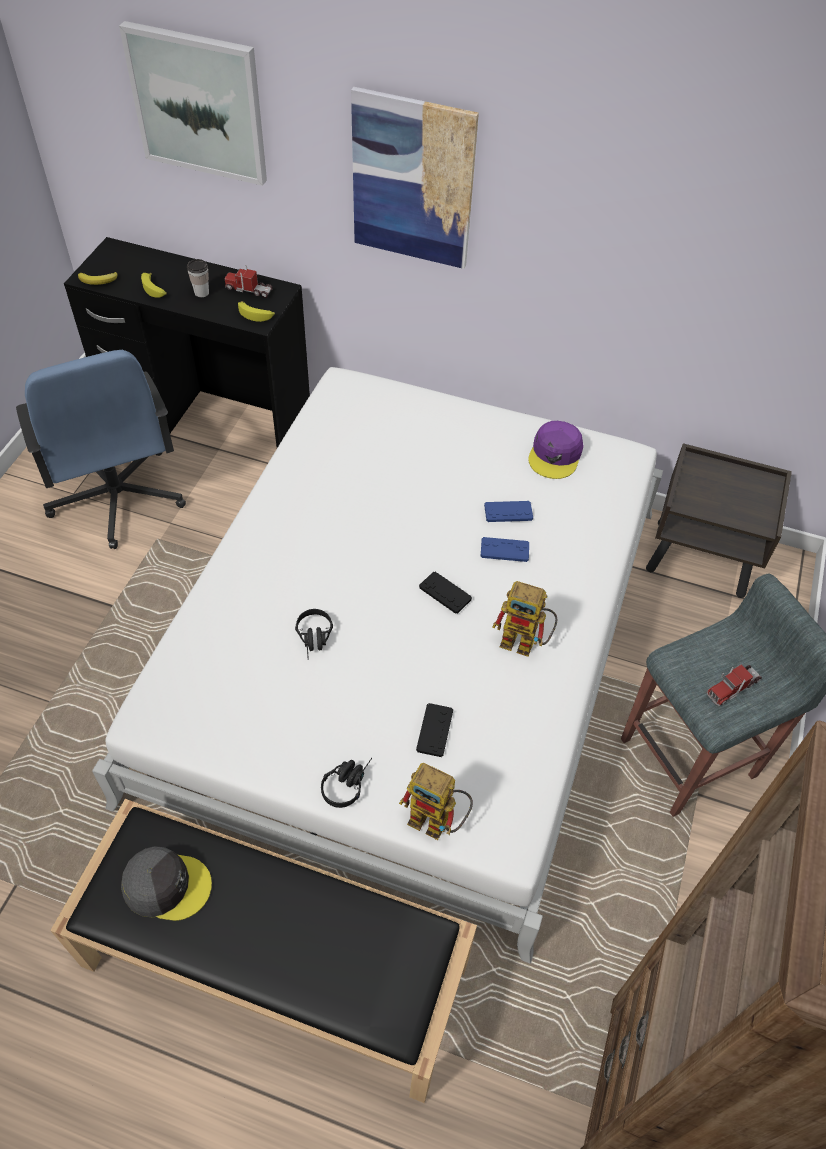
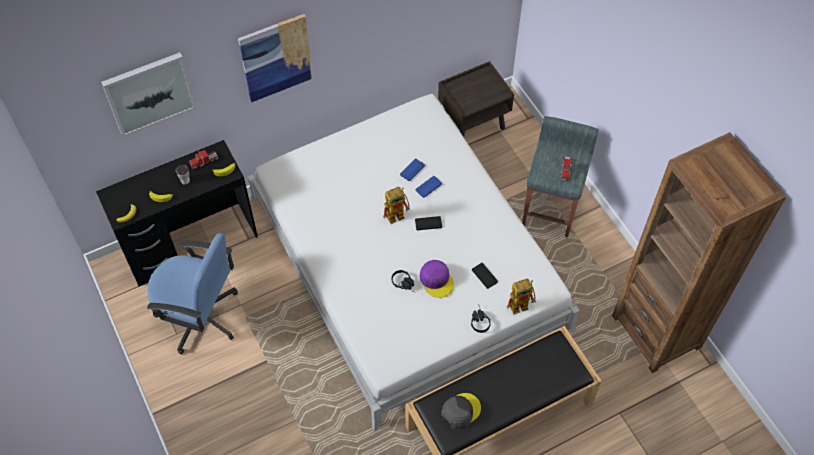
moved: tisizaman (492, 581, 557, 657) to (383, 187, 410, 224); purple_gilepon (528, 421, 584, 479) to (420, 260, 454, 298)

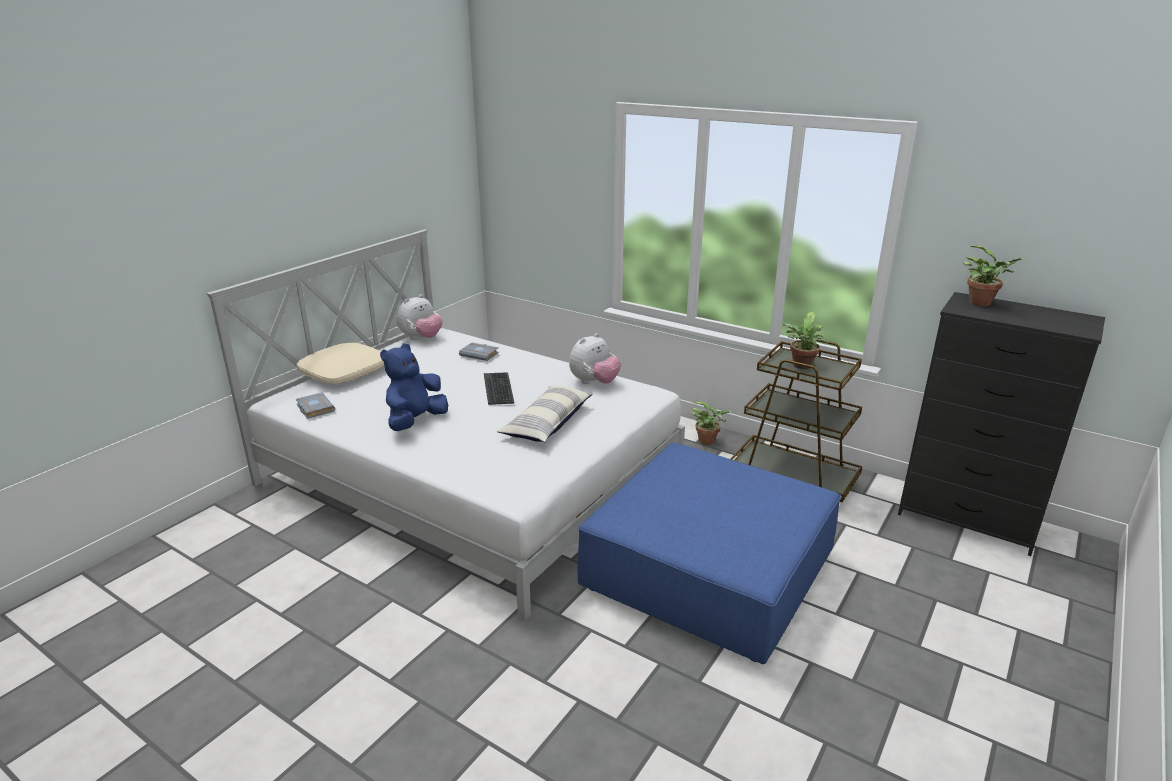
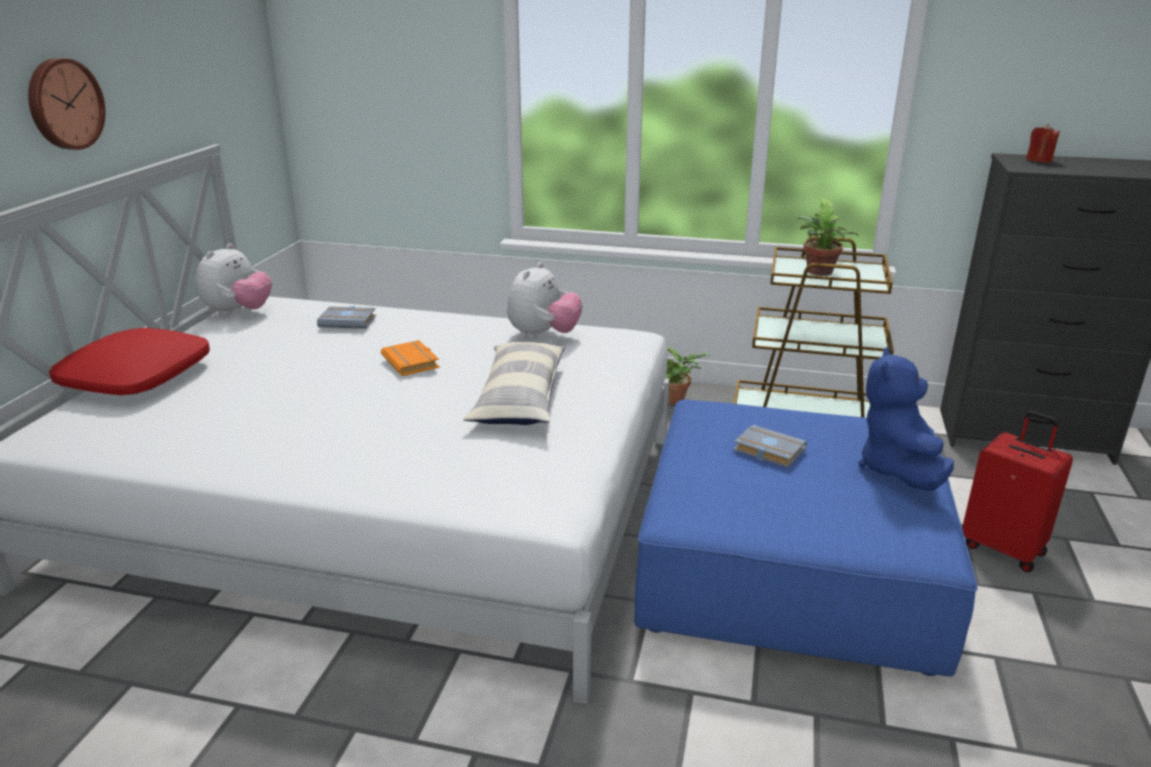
added: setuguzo (28, 58, 106, 150); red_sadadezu (962, 411, 1073, 572)
moved: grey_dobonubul (296, 392, 335, 419) to (733, 424, 807, 468); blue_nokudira (380, 343, 448, 431) to (858, 347, 954, 491)
replaced: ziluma (484, 372, 514, 405) to orange_dobonubul (381, 340, 440, 376); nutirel (963, 245, 1026, 306) to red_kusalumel (1026, 124, 1060, 163)
recoloured: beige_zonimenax (297, 343, 384, 384) to red_zonimenax (49, 328, 210, 395)

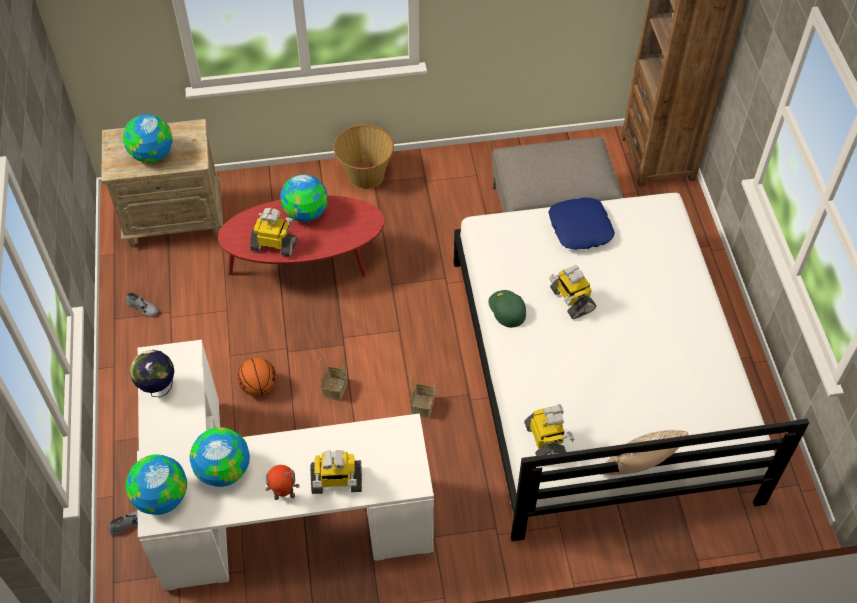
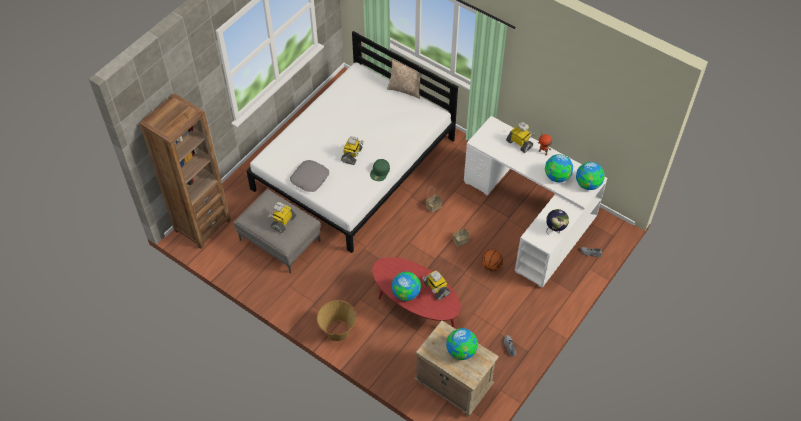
moved: tisizaman (524, 404, 574, 456) to (268, 202, 296, 233)
recoloured: blue_zonimenax (548, 197, 615, 250) to grey_zonimenax (290, 160, 329, 192)

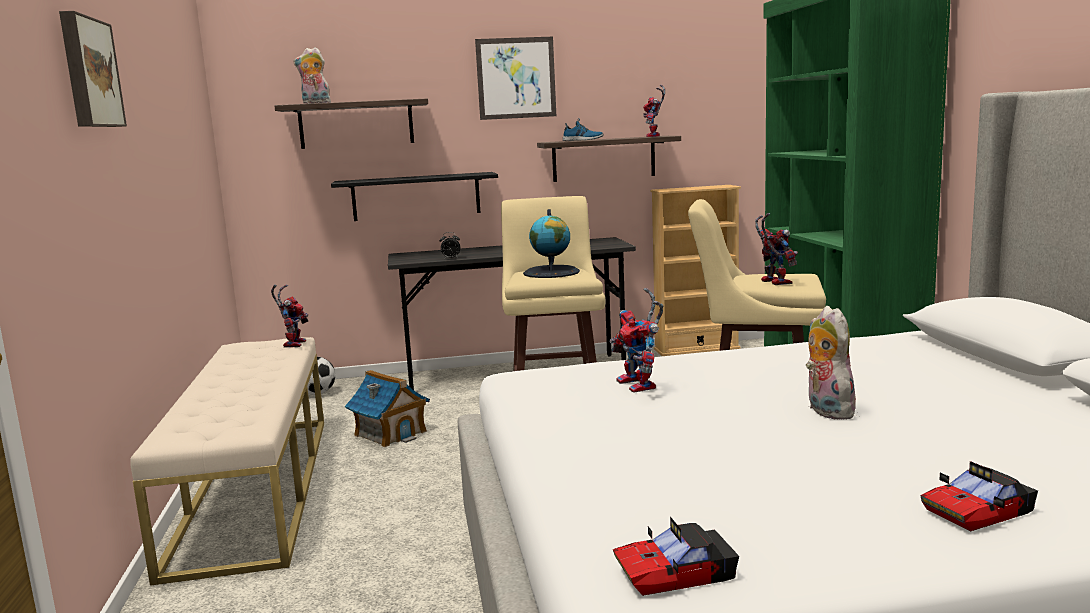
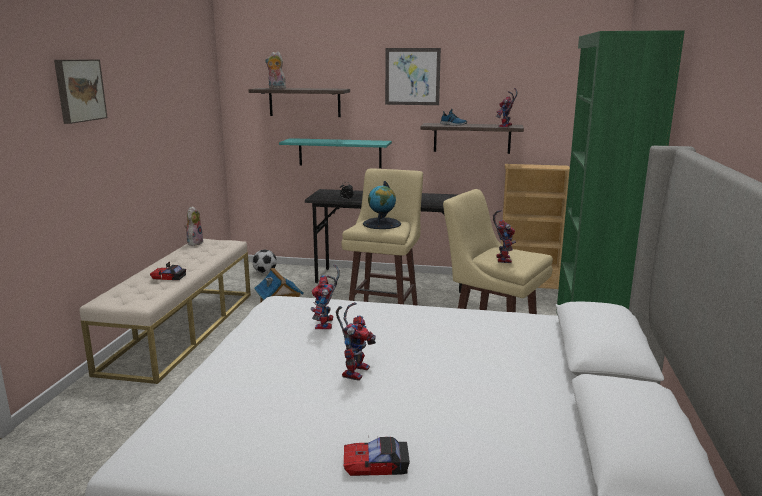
moved: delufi (613, 517, 739, 596) to (150, 262, 186, 280); nokudira (806, 306, 856, 420) to (185, 206, 203, 246); tisizaman (271, 284, 309, 348) to (336, 302, 376, 381)
recoloured: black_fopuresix (331, 172, 498, 221) to turquoise_fopuresix (279, 138, 392, 168)

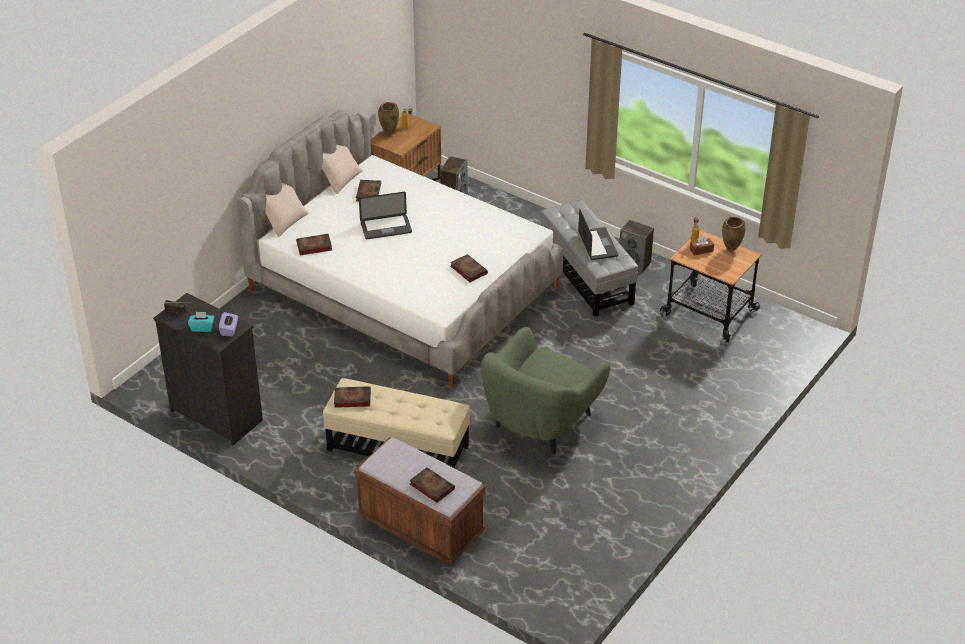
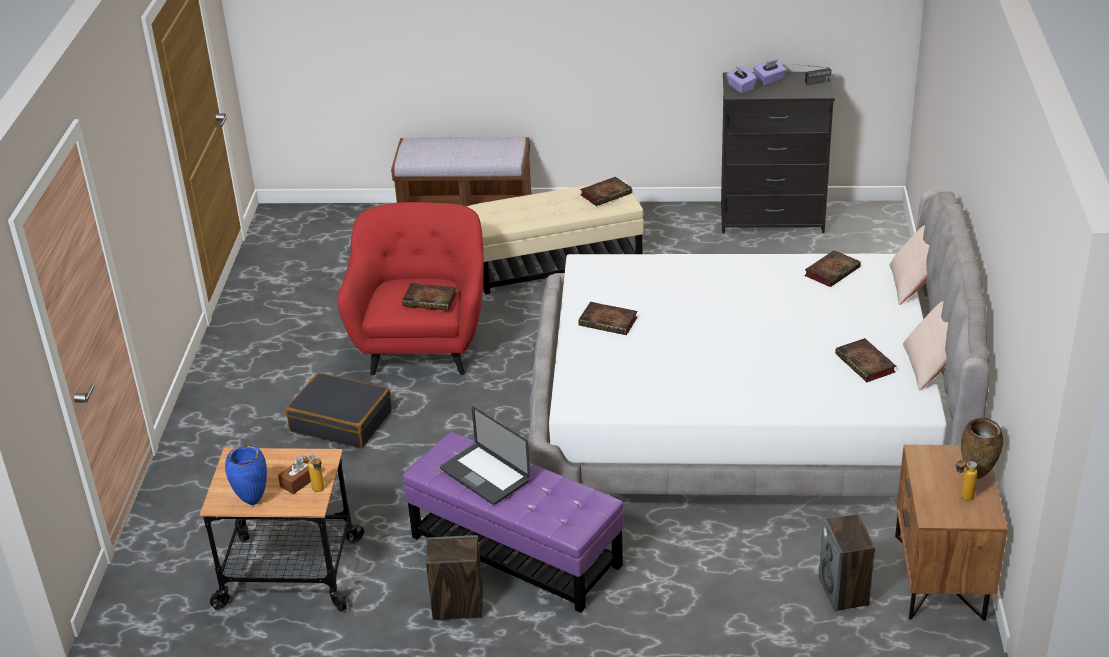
removed: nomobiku (359, 192, 412, 239)
added: black_sadadezu (286, 373, 392, 448)
moved: dobonubul (409, 467, 455, 503) to (402, 283, 457, 311)
recoloured: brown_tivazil (722, 217, 745, 251) to blue_tivazil (225, 445, 267, 505); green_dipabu (481, 327, 611, 454) to red_dipabu (337, 202, 484, 376); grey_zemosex (541, 200, 638, 316) to purple_zemosex (403, 432, 624, 613); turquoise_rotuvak (188, 312, 214, 332) to purple_rotuvak (753, 60, 787, 86)

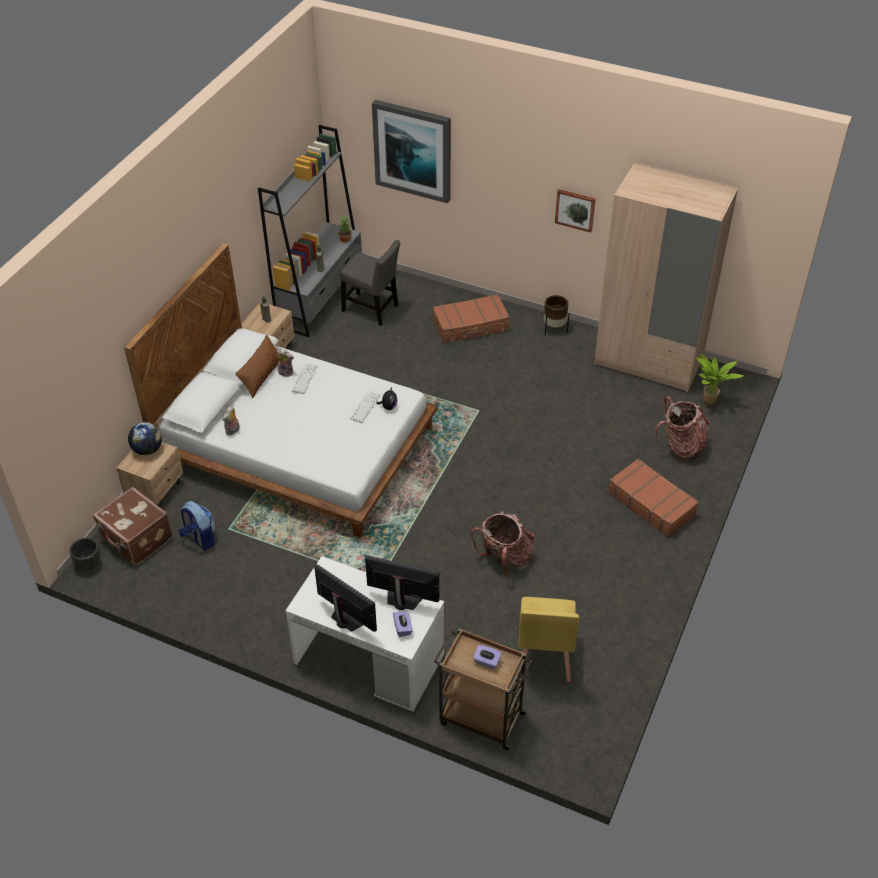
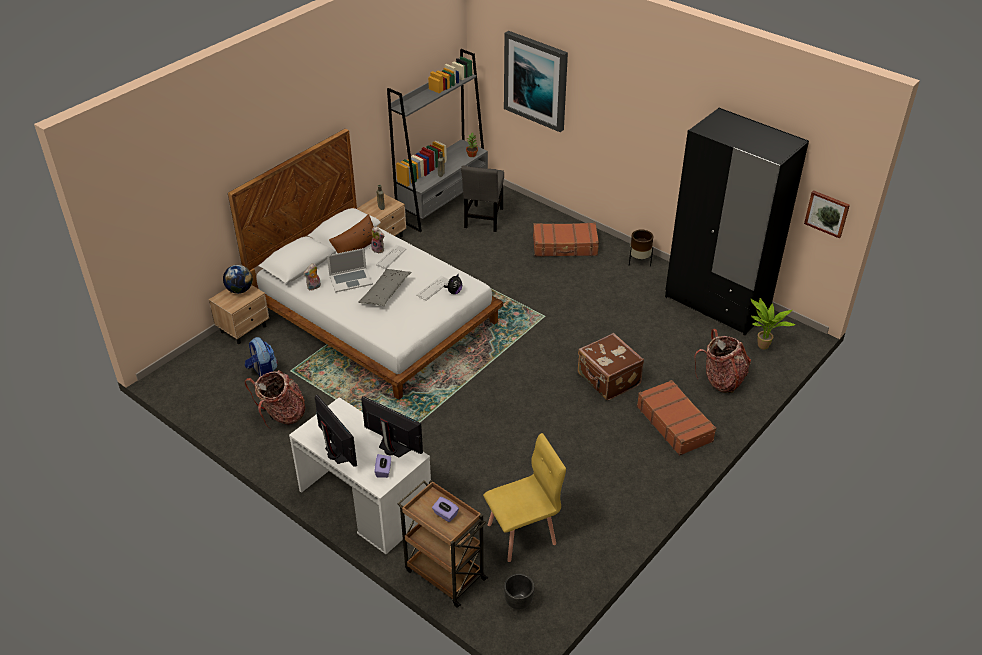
added: nomobiku (327, 248, 373, 292); grey_zonimenax (358, 269, 412, 306)
moved: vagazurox (471, 511, 534, 576) to (245, 370, 305, 430); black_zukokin (69, 538, 100, 570) to (504, 573, 534, 610); brown_sadadezu (93, 487, 173, 565) to (578, 333, 644, 400); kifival (555, 189, 596, 232) to (804, 190, 850, 238)
recoloured: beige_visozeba (594, 162, 738, 393) to black_visozeba (665, 107, 809, 336)
turned: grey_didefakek (340, 240, 400, 326) = (461, 166, 504, 232) 60 degrees clockwise; yellow_didefakek (517, 597, 579, 682) = (483, 433, 566, 562) 135 degrees counterclockwise

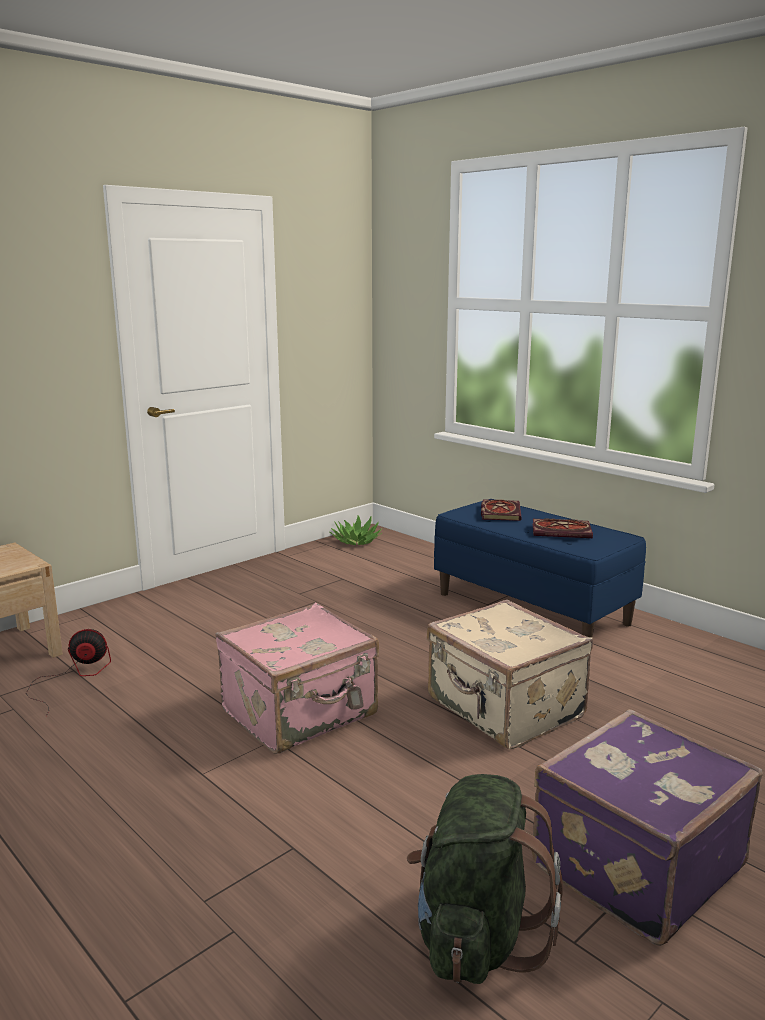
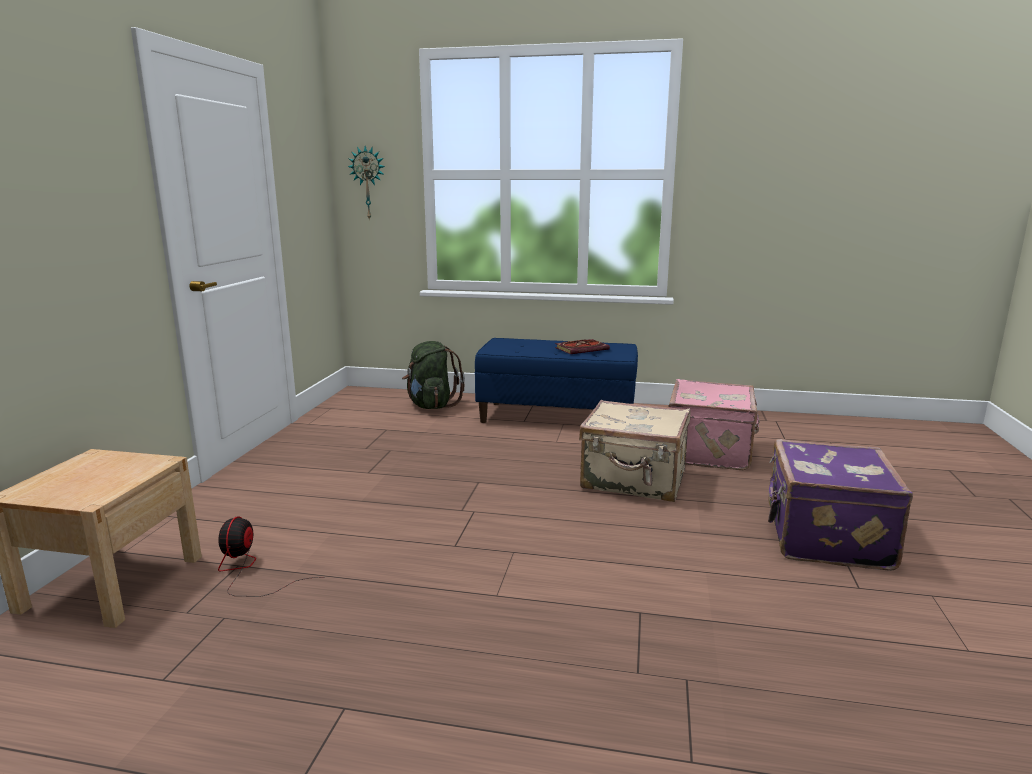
removed: nutirel (330, 515, 382, 545); dobonubul (481, 499, 522, 521)
added: setuguzo (348, 146, 385, 221)
moved: green_vagazurox (407, 774, 562, 984) to (402, 341, 465, 409); pink_sadadezu (215, 603, 379, 754) to (669, 379, 760, 470)
turned: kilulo (26, 629, 111, 716) = (218, 516, 325, 597) 45 degrees counterclockwise

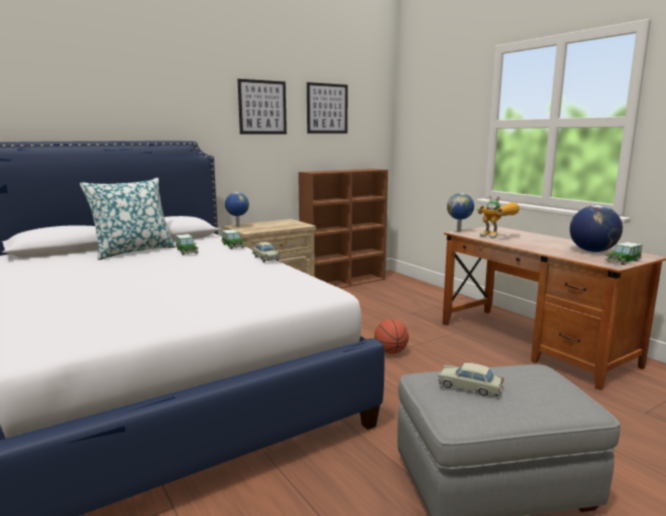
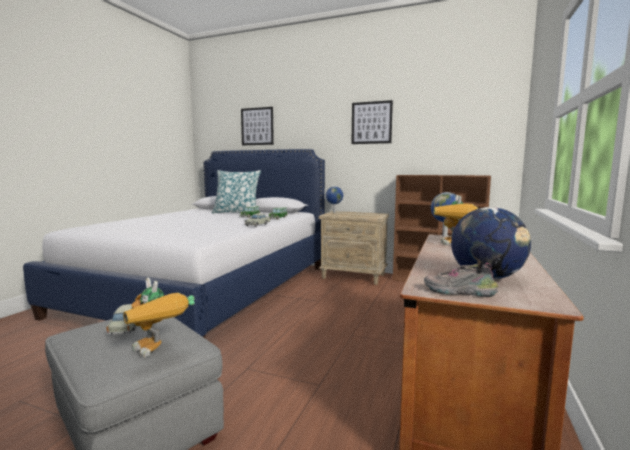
removed: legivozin (374, 319, 409, 354)
added: tisizaman (123, 278, 195, 358)
moved: kifival (307, 82, 348, 133) to (241, 107, 274, 145)
replaced: delufi (605, 242, 643, 265) to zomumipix (424, 263, 499, 297)

